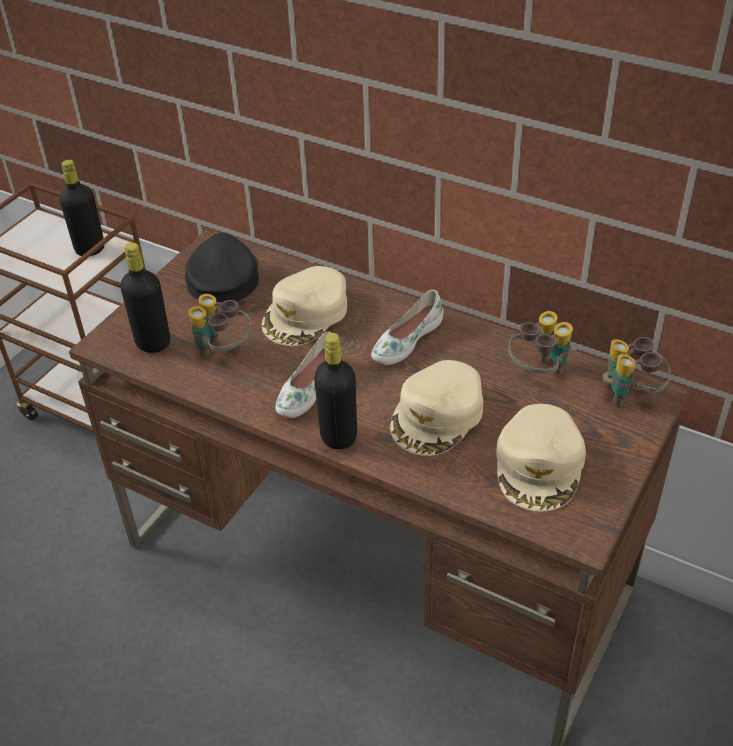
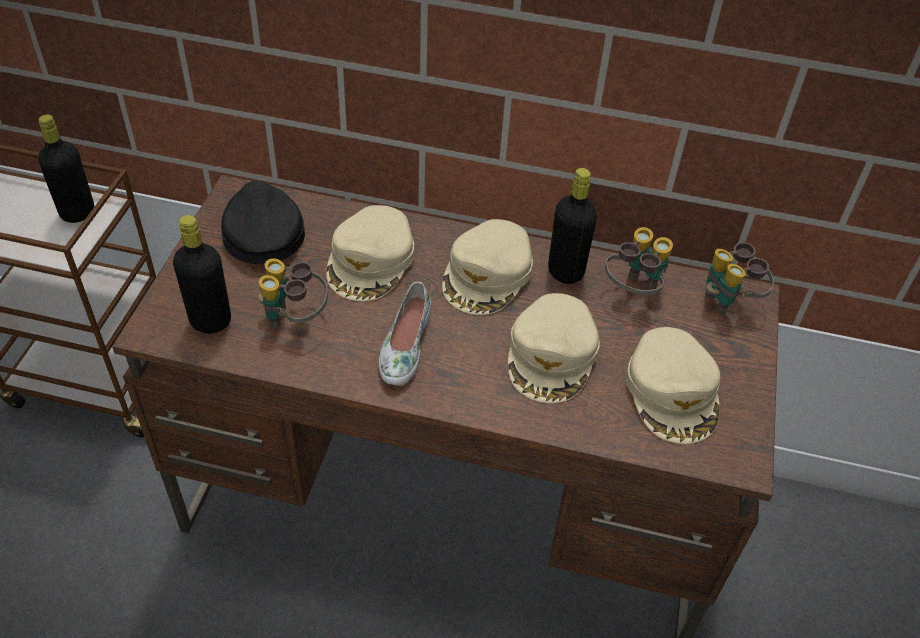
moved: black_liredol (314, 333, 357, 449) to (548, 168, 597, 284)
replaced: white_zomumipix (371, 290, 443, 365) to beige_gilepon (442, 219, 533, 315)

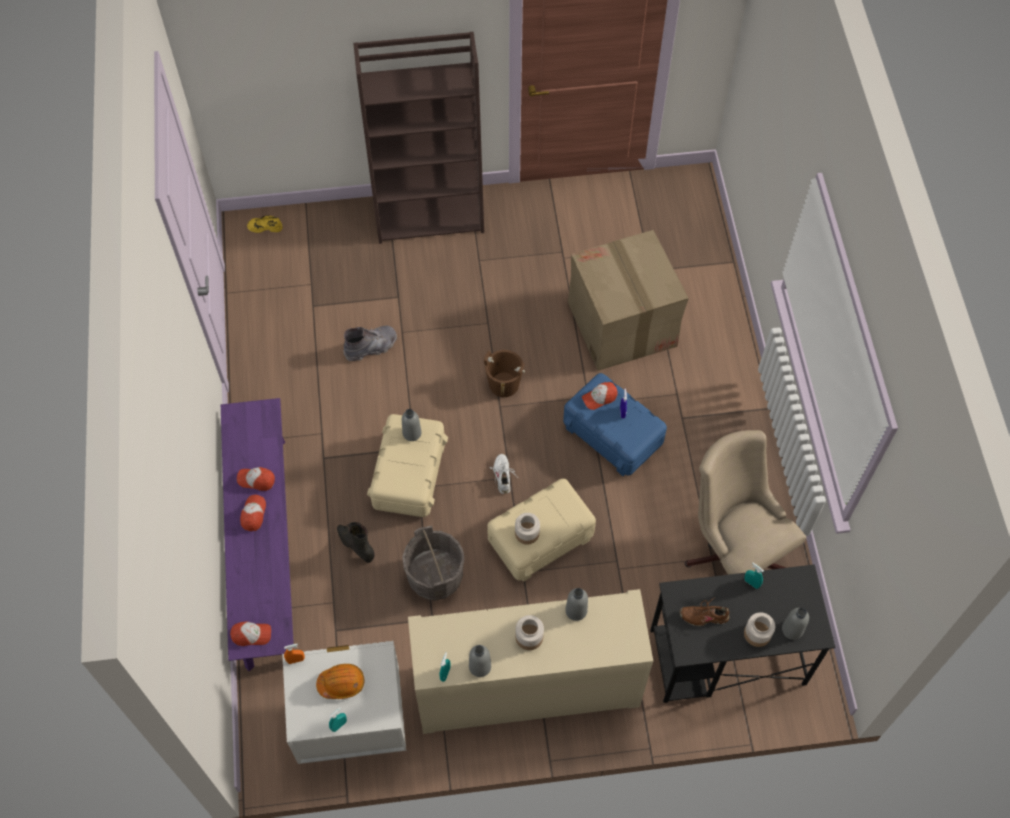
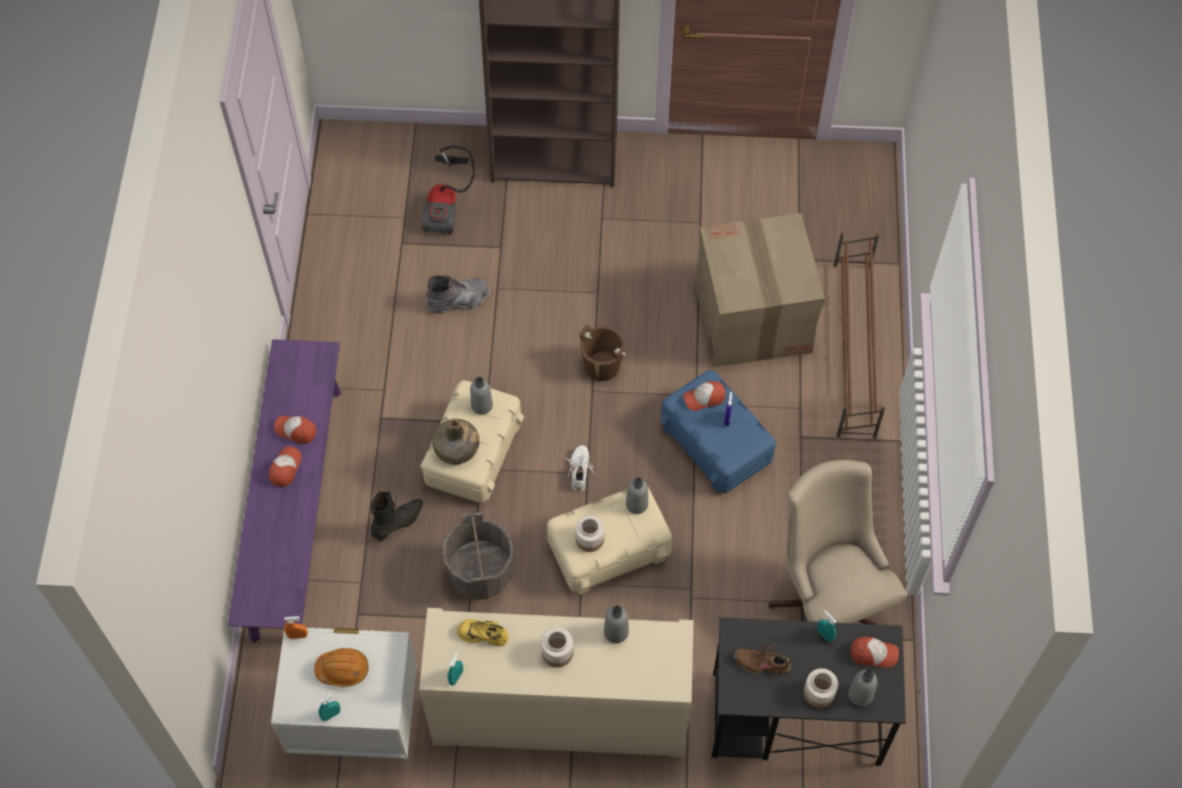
added: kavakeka (421, 145, 475, 235); green_liredol (432, 418, 480, 465); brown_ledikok (833, 232, 885, 439)
moved: yellow_zomumipix (247, 215, 283, 233) to (457, 619, 508, 646); grey_liredol (469, 645, 491, 677) to (626, 477, 648, 514); gilepon (230, 621, 271, 646) to (851, 637, 899, 668)
turned: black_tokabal (337, 522, 374, 563) = (370, 490, 423, 541) 75 degrees clockwise

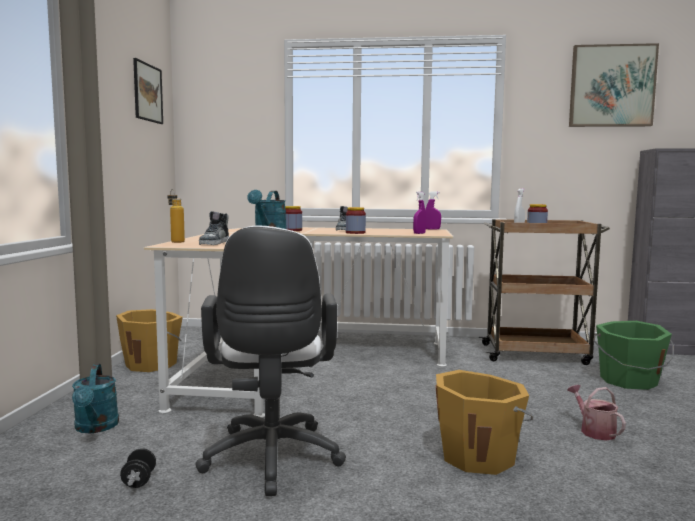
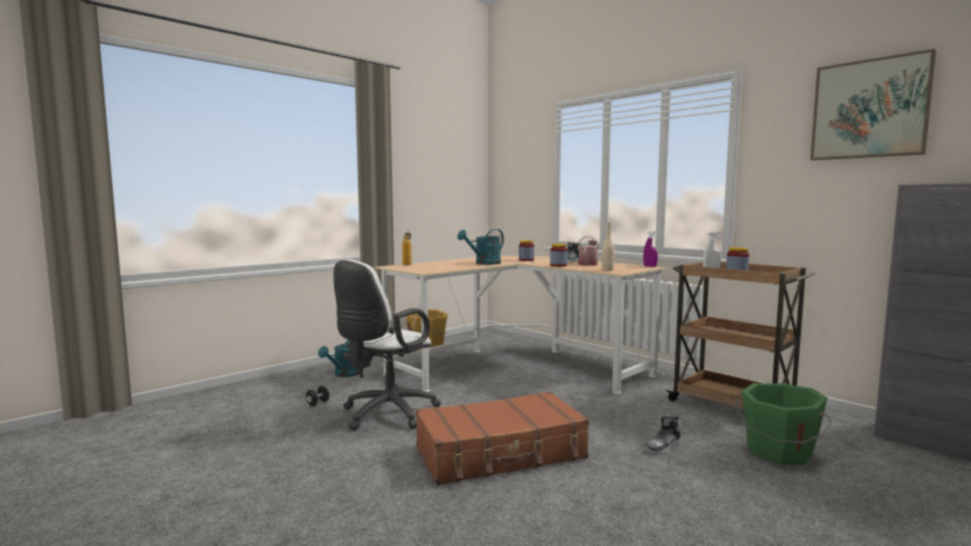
removed: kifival (133, 58, 163, 124)
moved: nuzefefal (567, 385, 626, 441) to (578, 236, 599, 266); zomumipix (199, 211, 229, 245) to (646, 415, 681, 455)
replaced: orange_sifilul (435, 370, 533, 475) to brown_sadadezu (416, 391, 589, 485); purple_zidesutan (413, 192, 426, 234) to beige_liredol (602, 224, 614, 271)

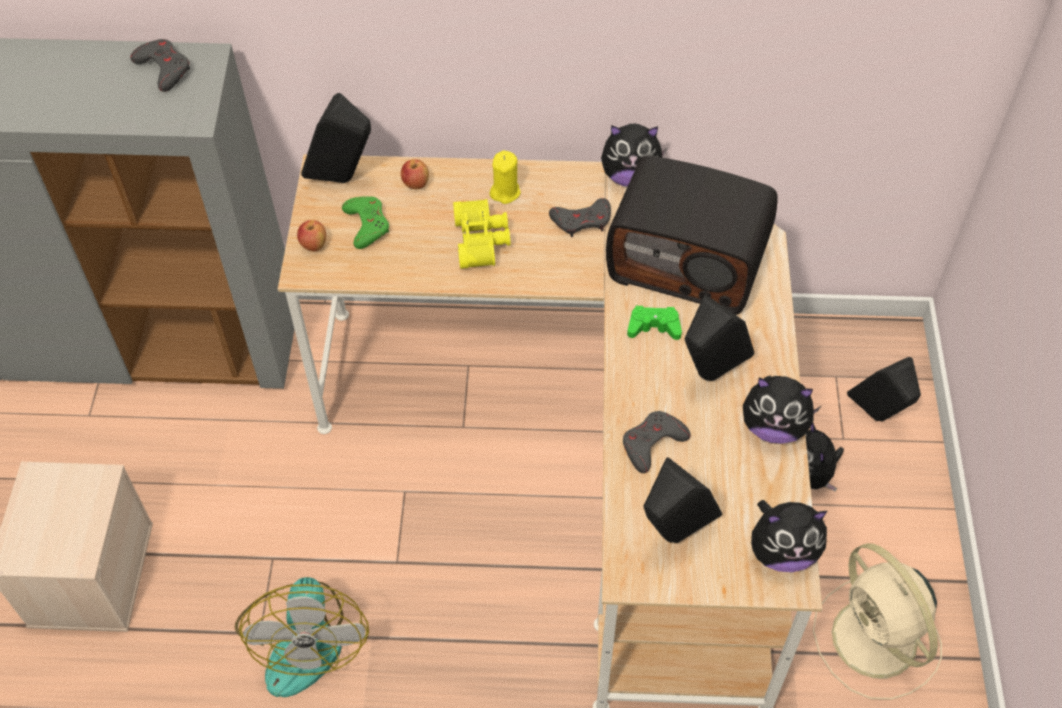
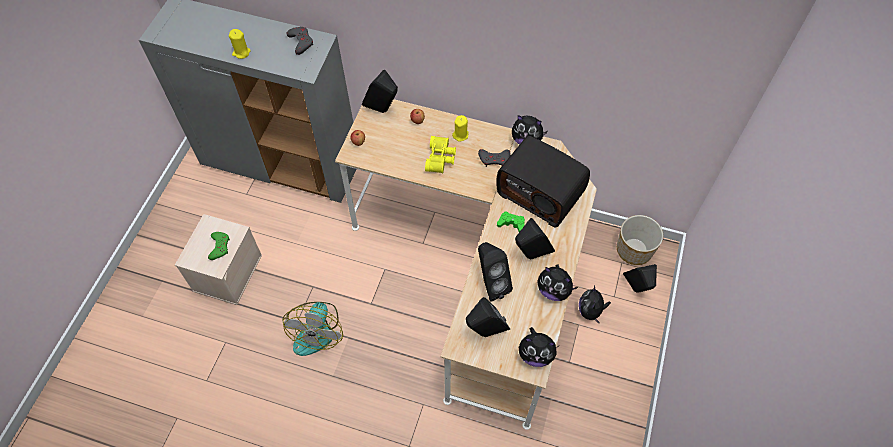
removed: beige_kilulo (813, 543, 942, 700)
added: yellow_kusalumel (229, 29, 251, 59); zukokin (617, 215, 663, 265)
moved: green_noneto (342, 196, 389, 249) to (208, 232, 230, 260)
replaced: grey_noneto (623, 411, 691, 473) to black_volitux (478, 242, 513, 302)

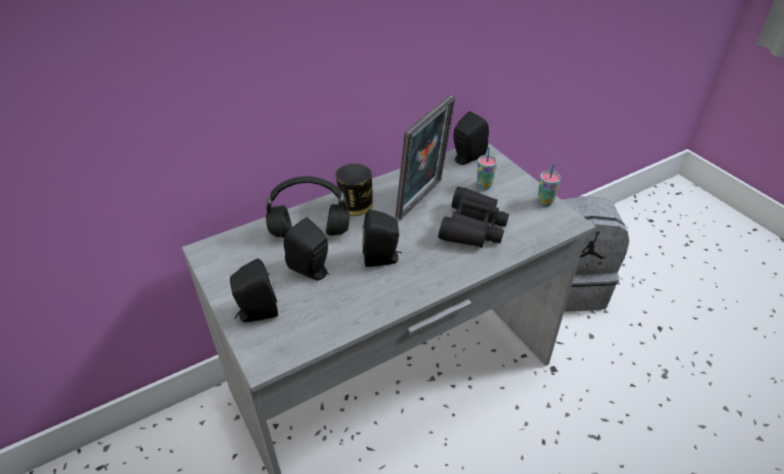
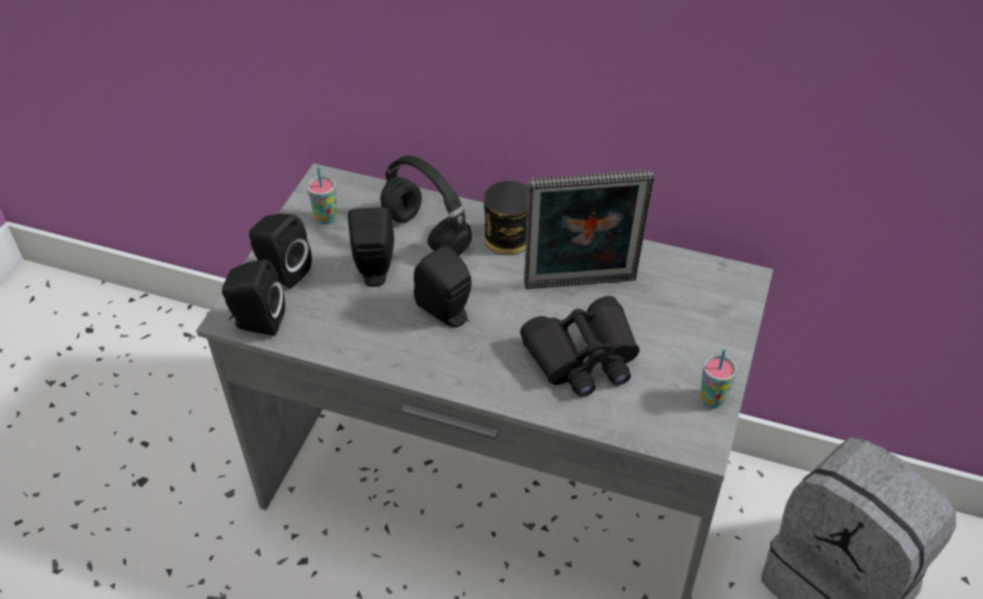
moved: black_volitux (454, 111, 489, 165) to (222, 259, 285, 336); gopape (477, 147, 497, 190) to (307, 167, 337, 224)

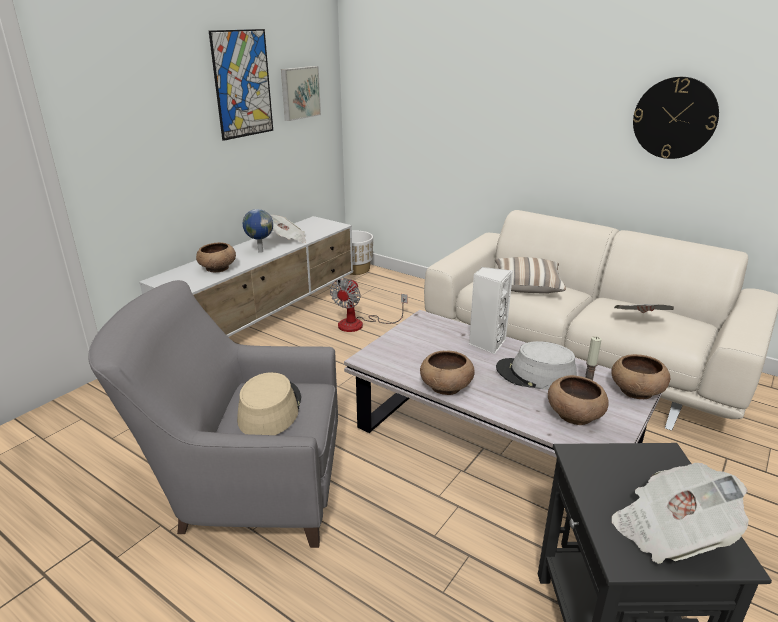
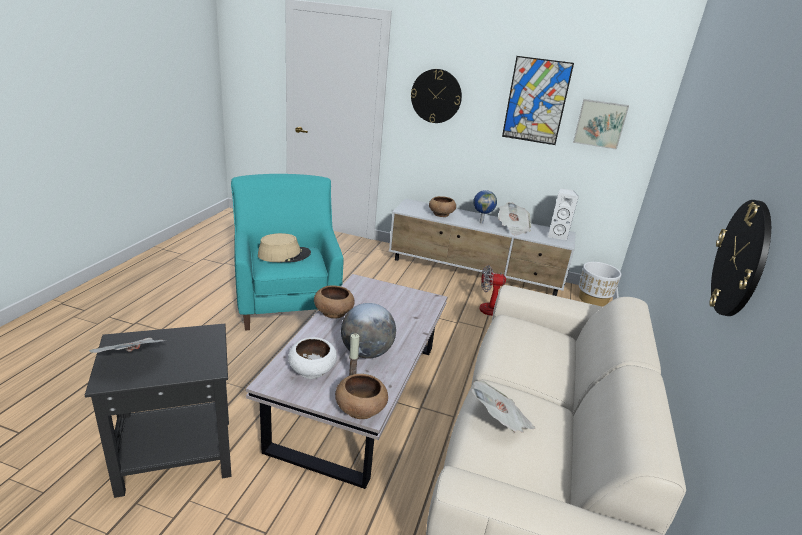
removed: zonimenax (495, 257, 566, 293)
added: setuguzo (411, 69, 462, 123)
moved: white_volitux (469, 267, 513, 354) to (548, 188, 579, 240)
replaced: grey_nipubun (496, 341, 577, 390) to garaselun (341, 303, 396, 359)
recoloured: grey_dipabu (89, 280, 338, 548) to turquoise_dipabu (231, 174, 344, 331); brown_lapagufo (548, 375, 609, 425) to white_lapagufo (288, 337, 337, 379)

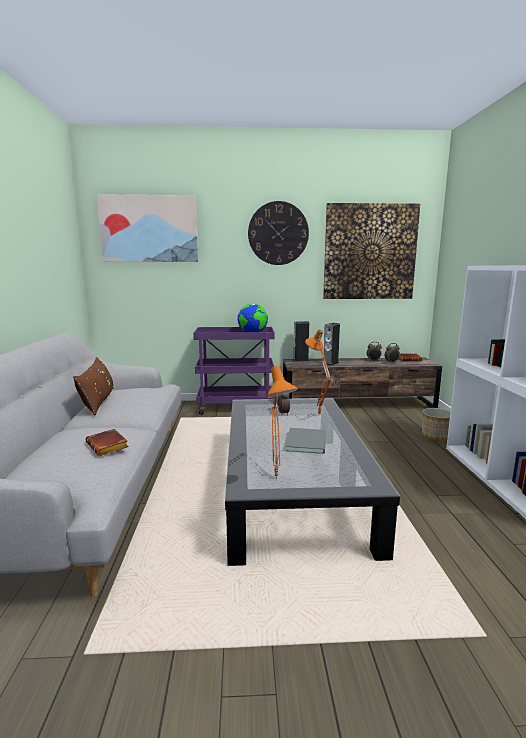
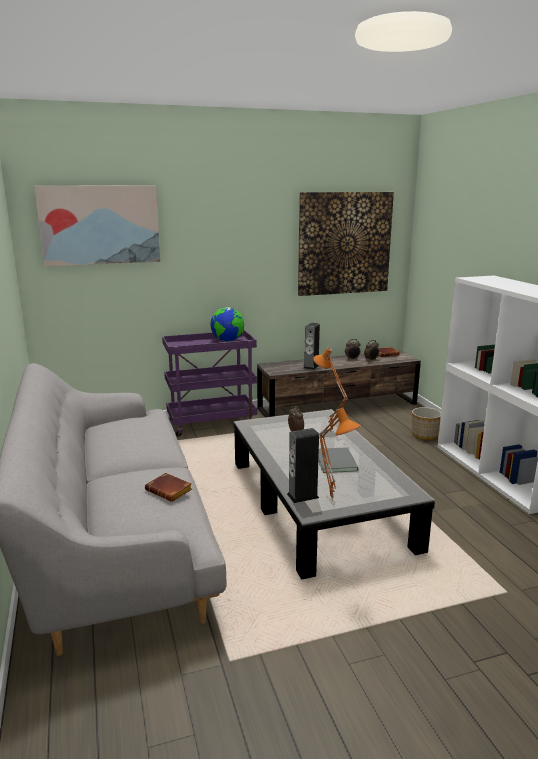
removed: brown_zonimenax (73, 357, 113, 416); setuguzo (248, 201, 309, 265)
moved: volitux (293, 321, 310, 362) to (287, 428, 319, 503)

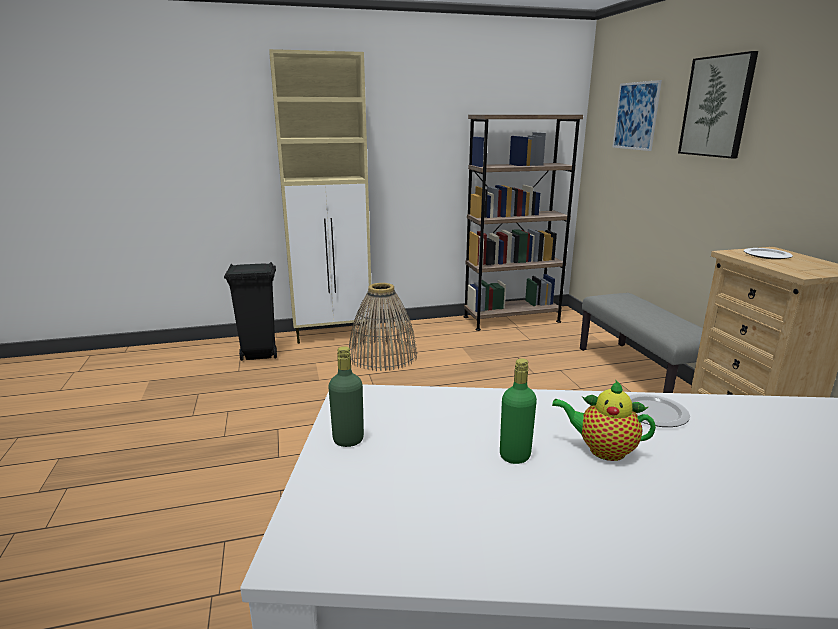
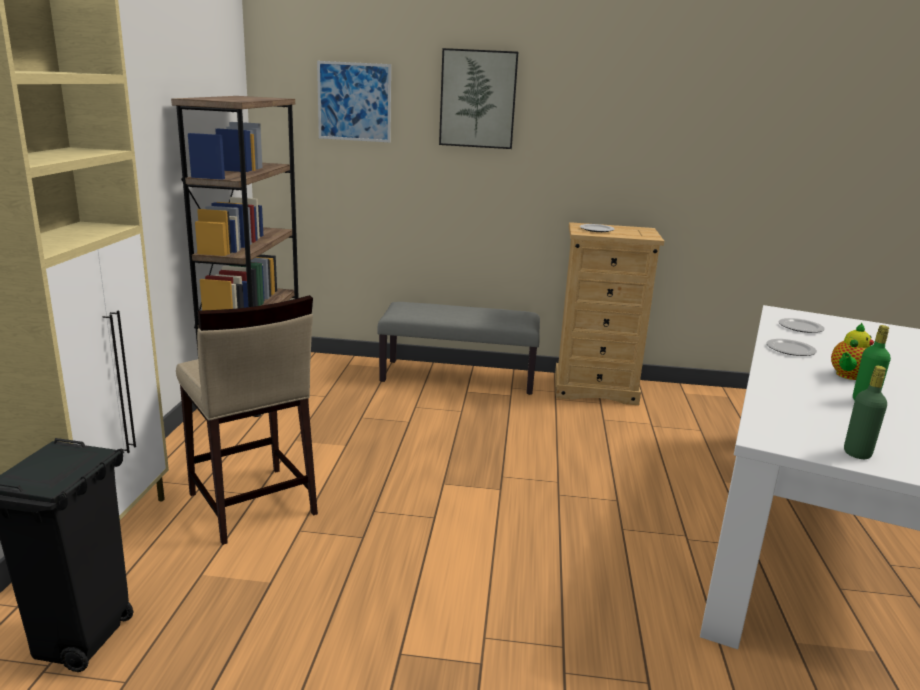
added: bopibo (779, 318, 825, 333)
replaced: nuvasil (349, 283, 417, 371) to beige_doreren (176, 295, 318, 545)

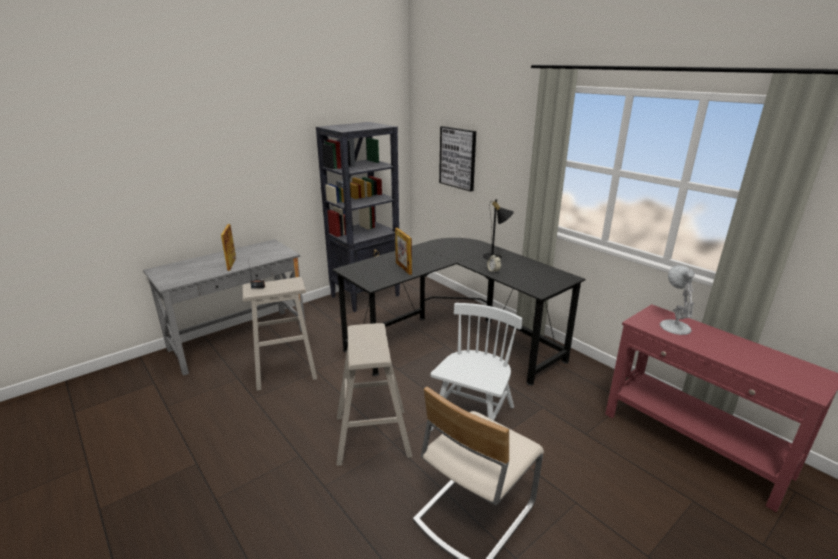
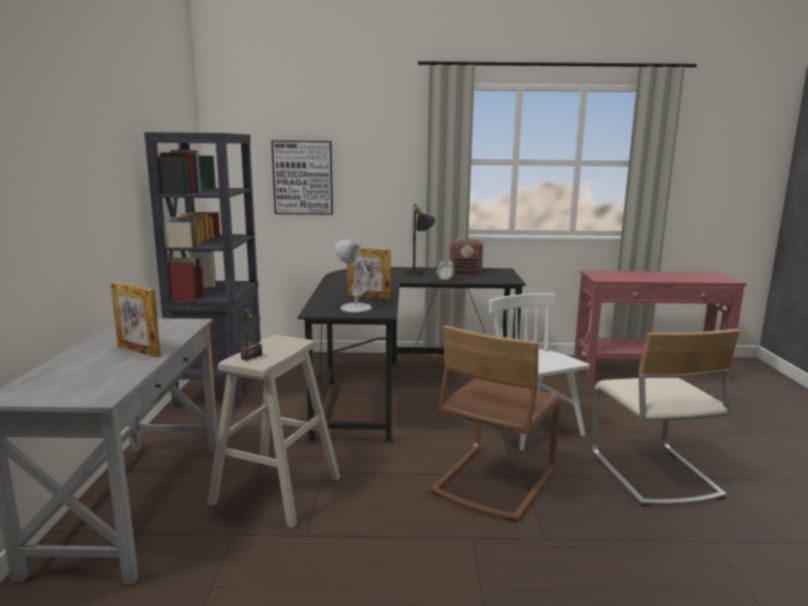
added: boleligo (450, 238, 483, 273)
moved: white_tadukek (660, 265, 695, 335) to (335, 239, 372, 313)
replaced: beige_doreren (337, 323, 412, 466) to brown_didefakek (430, 325, 561, 522)

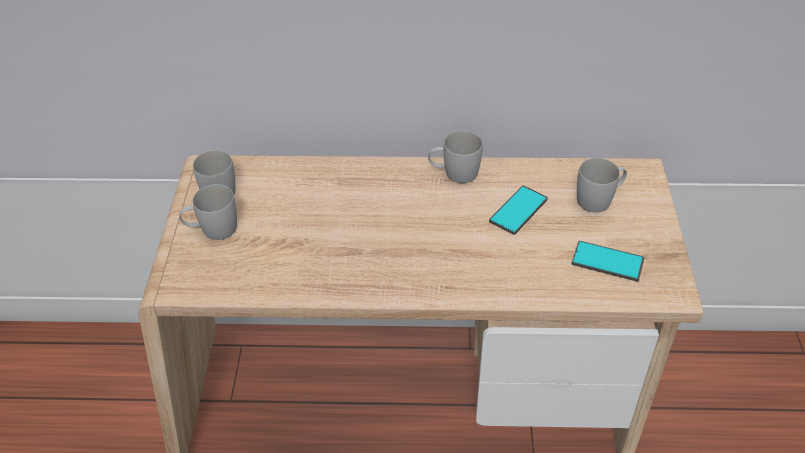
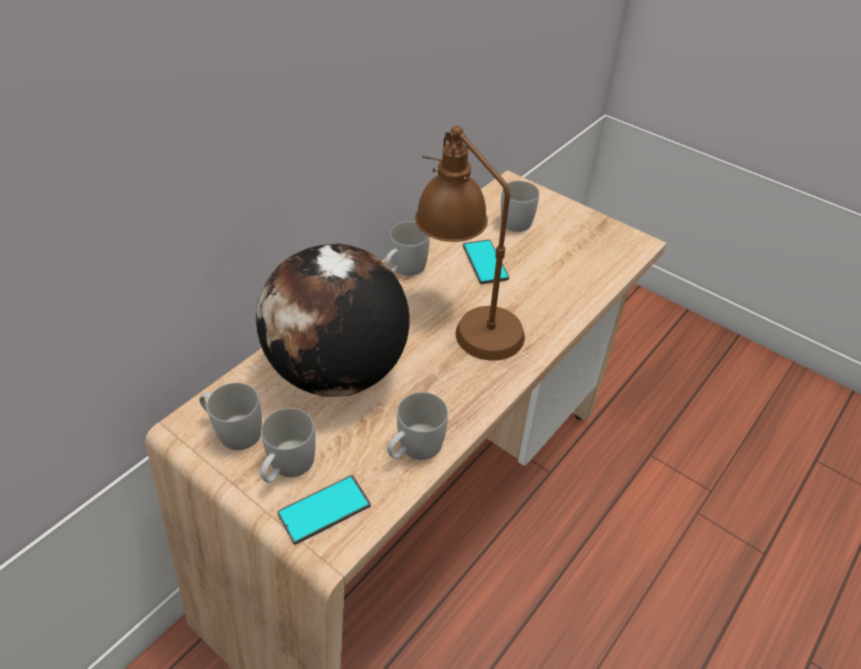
added: garaselun (256, 244, 410, 397); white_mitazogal (387, 392, 448, 460); brown_tadukek (415, 126, 525, 361)
moved: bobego (572, 241, 644, 282) to (278, 475, 371, 545)

